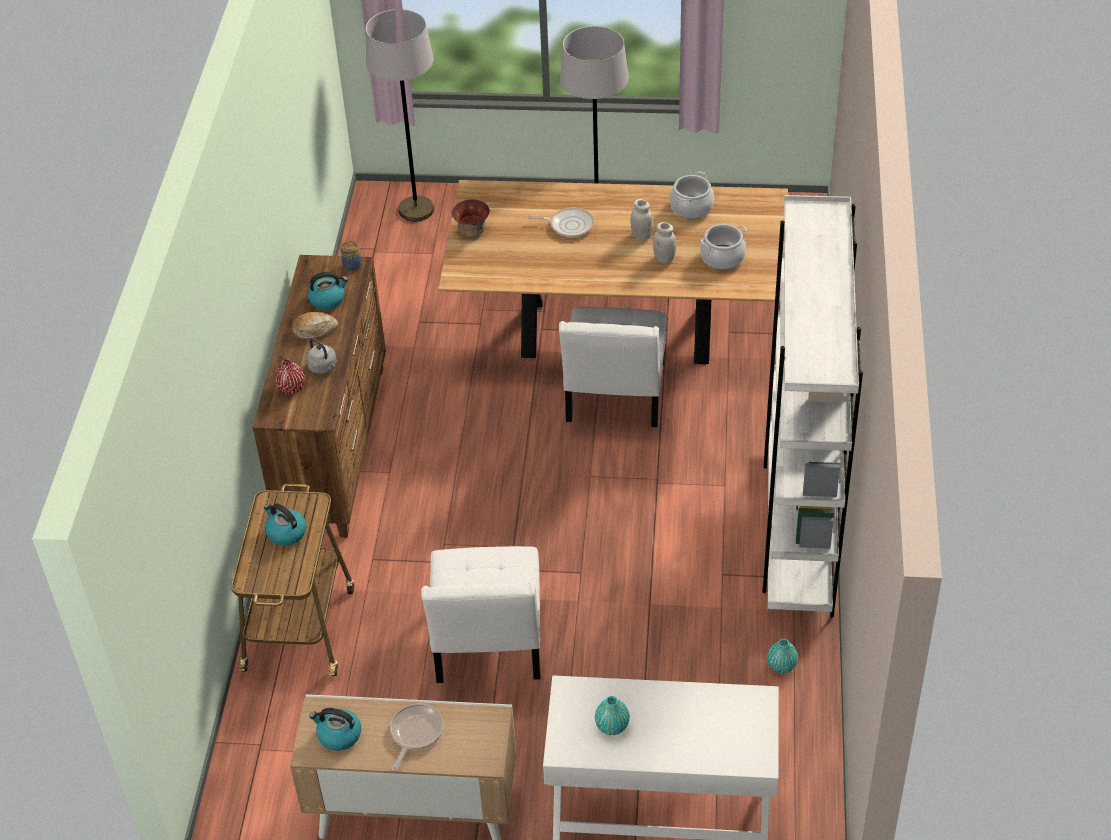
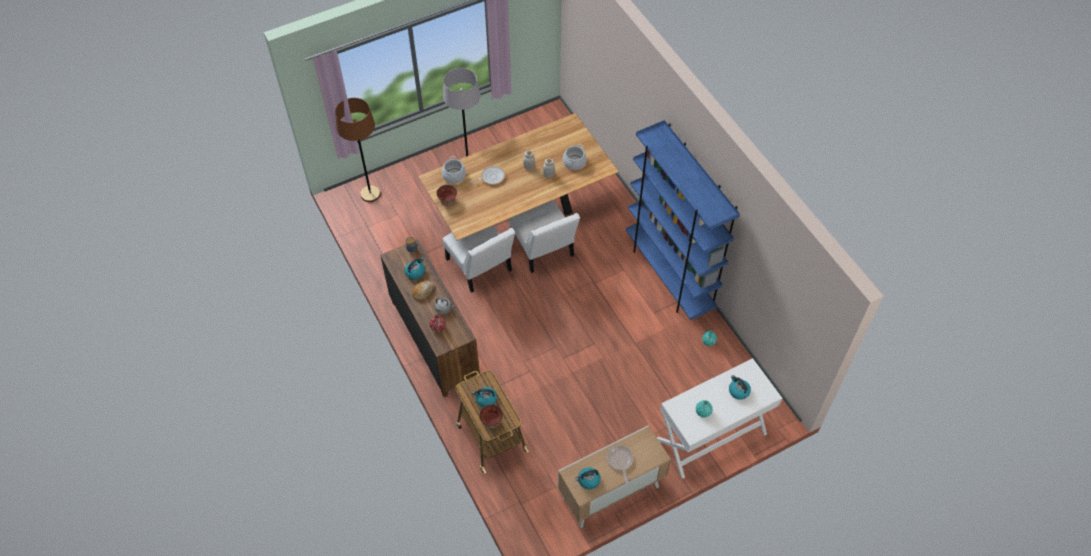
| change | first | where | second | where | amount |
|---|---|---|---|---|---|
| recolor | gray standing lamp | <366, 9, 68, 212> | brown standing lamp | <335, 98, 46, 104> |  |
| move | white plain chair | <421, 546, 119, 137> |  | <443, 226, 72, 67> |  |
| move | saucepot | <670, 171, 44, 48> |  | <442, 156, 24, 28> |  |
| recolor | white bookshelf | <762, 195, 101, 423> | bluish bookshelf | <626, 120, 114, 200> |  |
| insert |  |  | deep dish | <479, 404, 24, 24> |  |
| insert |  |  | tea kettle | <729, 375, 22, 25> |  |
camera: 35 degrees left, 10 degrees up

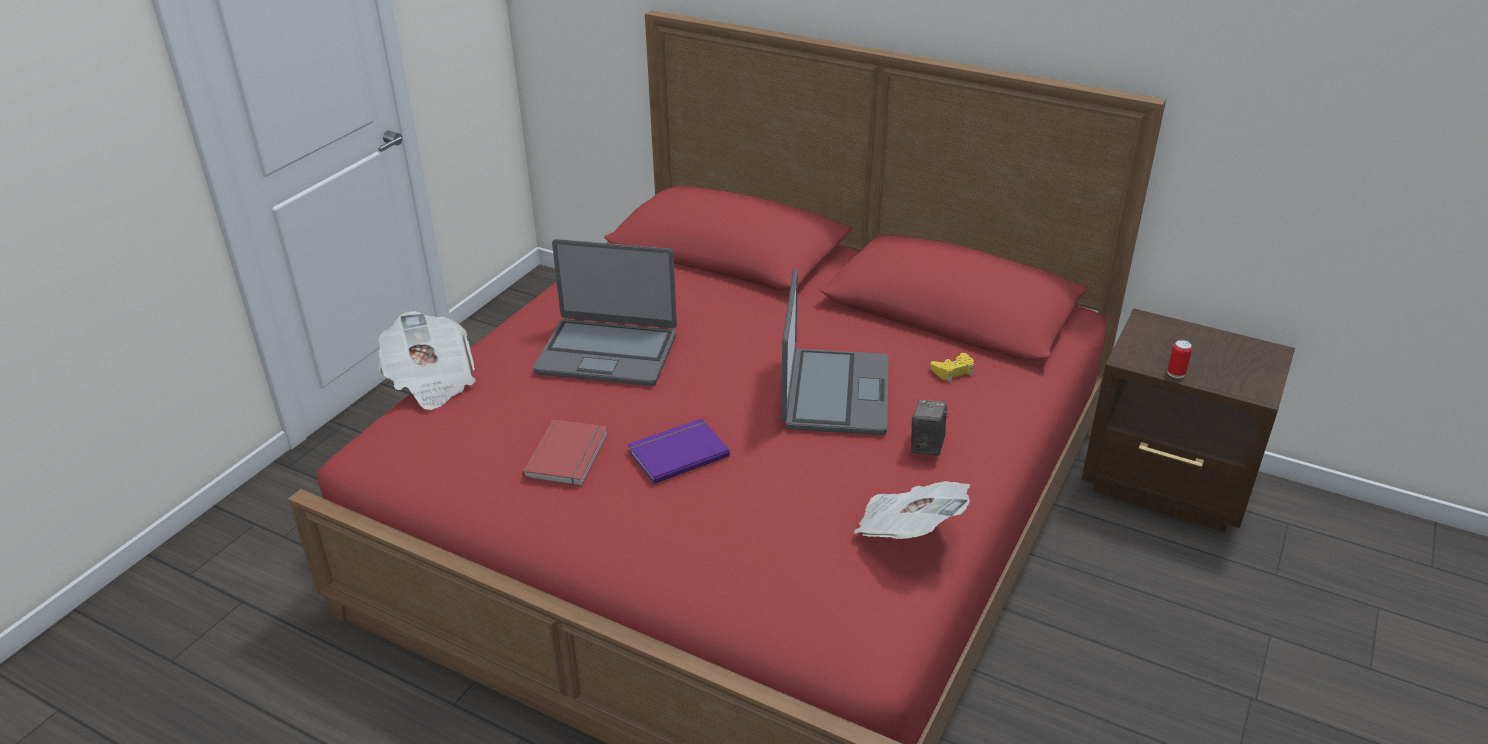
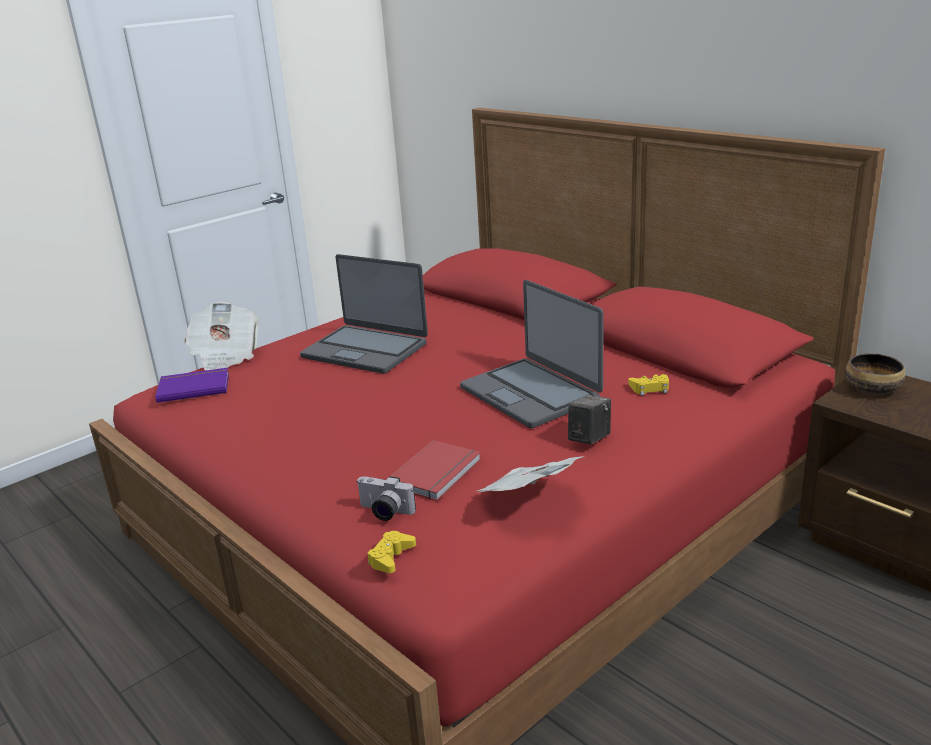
| change | first | where | second | where | amount |
|---|---|---|---|---|---|
| move | reddish book | <523, 419, 85, 67> |  | <387, 440, 94, 60> |  |
| move | purplish book | <628, 418, 102, 66> |  | <155, 368, 74, 35> |  |
| rotate | notebook computer | <781, 269, 108, 166> |  | <460, 280, 144, 148> | 120 degrees clockwise |
| delete | sealed can | <1167, 340, 25, 38> |  |  |  |
| insert |  |  | photo camera | <356, 476, 60, 45> |  |
| insert |  |  | yellowish joypad | <368, 531, 48, 42> |  |
| insert |  |  | deep dish | <845, 353, 61, 41> |  |
camera: 20 degrees right, 10 degrees down

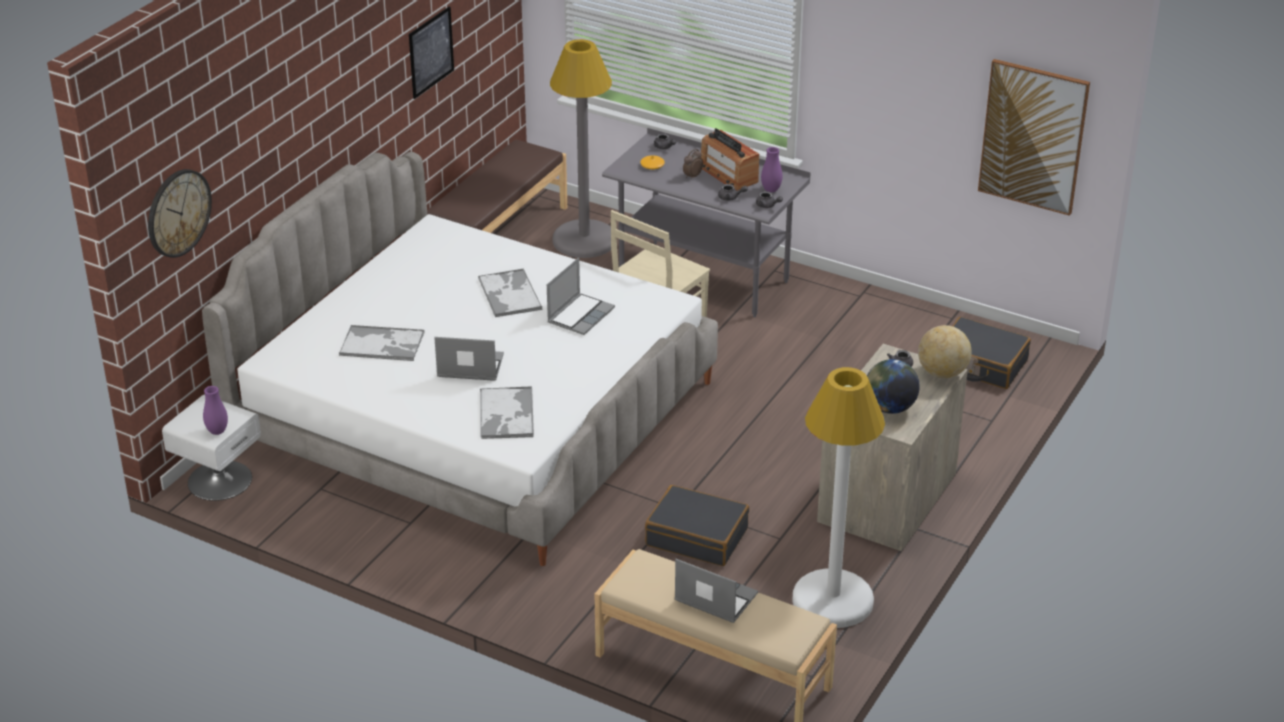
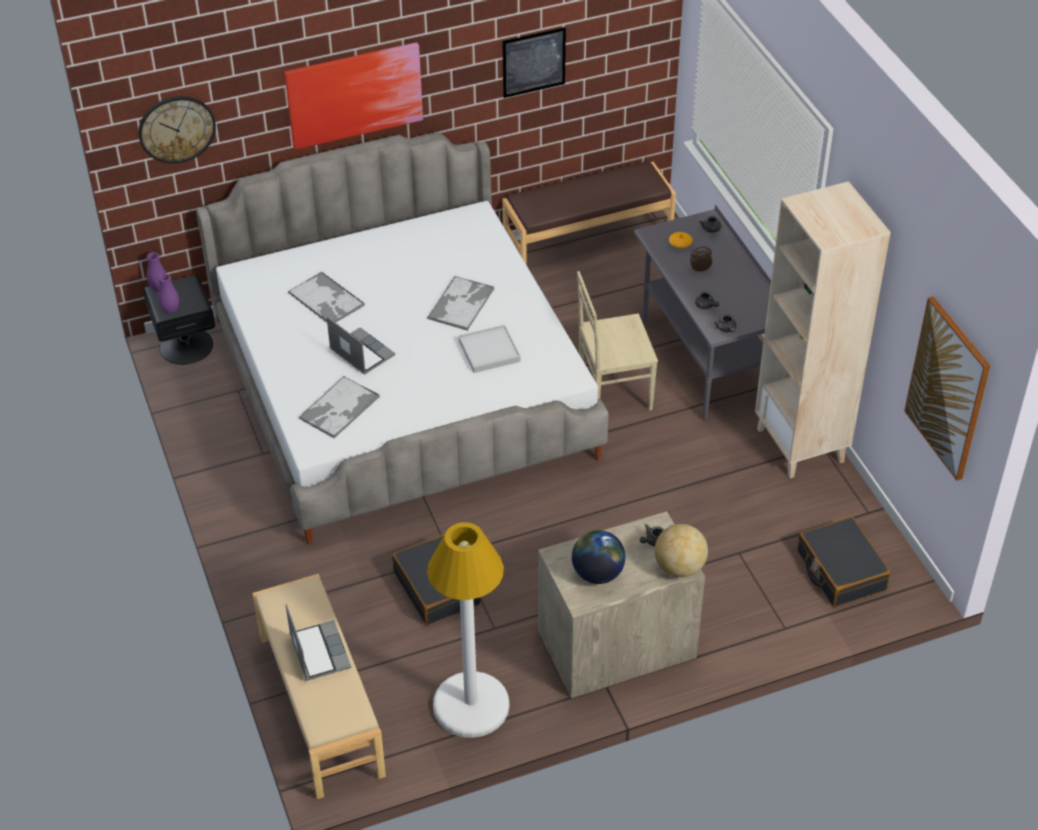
| change | first | where | second | where | amount |
|---|---|---|---|---|---|
| recolor | white bedside table | <162, 394, 99, 107> | black-coloured bedside table | <143, 275, 72, 90> |  |
| replace | notebook computer | <547, 258, 68, 77> | white serving tray | <459, 325, 61, 48> |  |
| delete | gray standing lamp | <550, 39, 62, 219> |  |  |  |
| delete | radio | <701, 128, 58, 63> |  |  |  |
| move | purplish decorative vase | <761, 147, 22, 45> |  | <147, 252, 19, 40> |  |
| insert |  |  | wall picture | <284, 42, 139, 108> |  |
| insert |  |  | beige bookshelf | <755, 181, 136, 297> |  |
camera: 40 degrees right, 10 degrees up

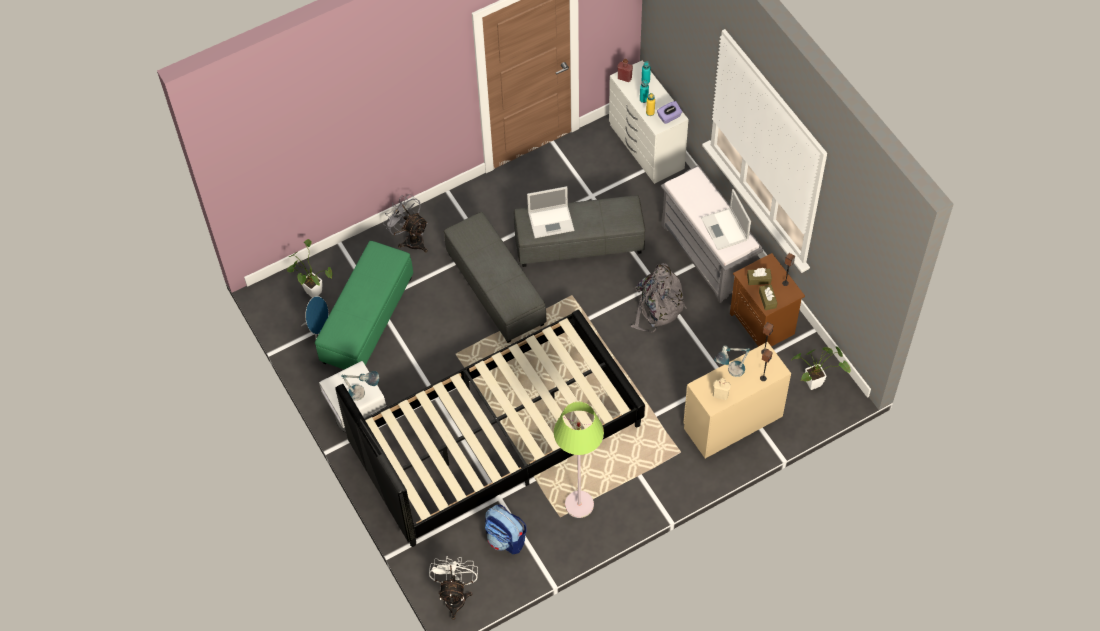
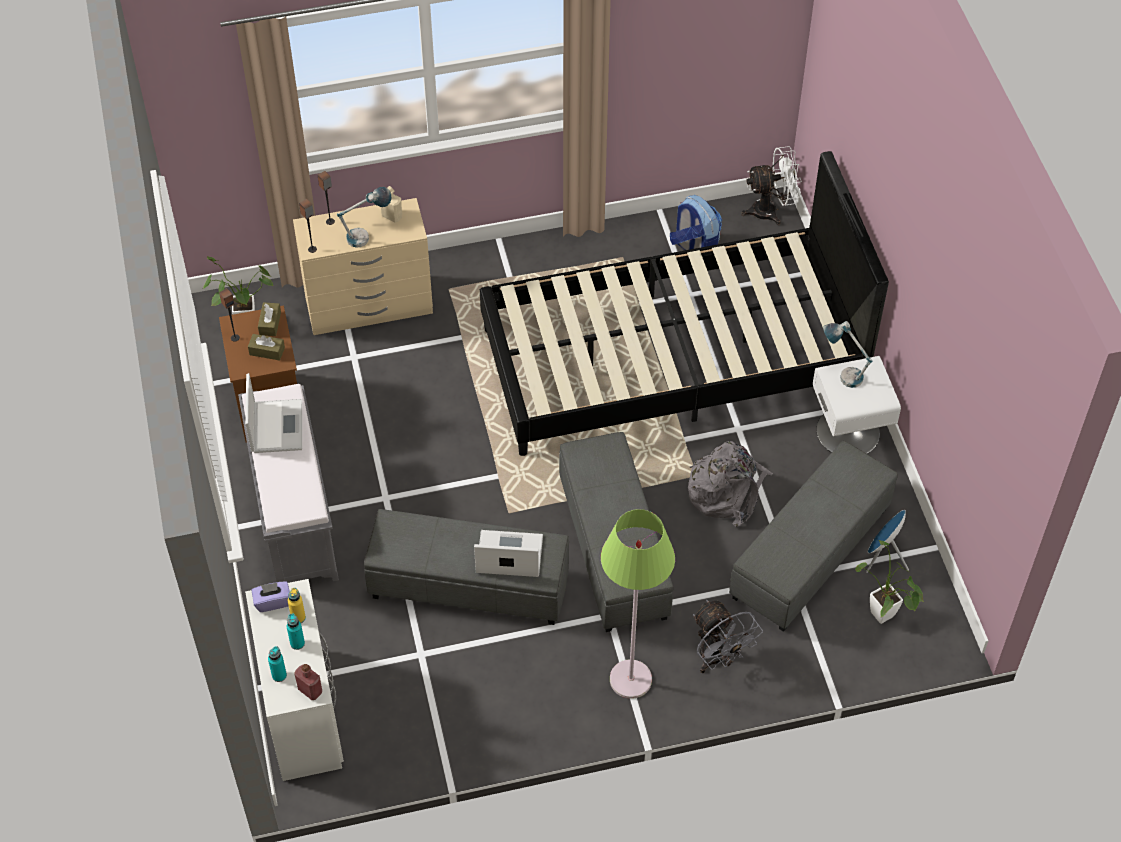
| change | first | where | second | where | amount |
|---|---|---|---|---|---|
| recolor | green footrest | <315, 241, 98, 128> | gray footrest | <729, 441, 169, 191> |  |
| rotate | white fan | <429, 556, 49, 64> |  | <741, 146, 61, 79> | 120 degrees counterclockwise |
| move | green standing lamp | <554, 402, 50, 116> |  | <601, 509, 74, 190> |  |
| move | gray rucksack | <631, 263, 56, 69> |  | <688, 441, 85, 86> |  |
camera: 165 degrees left, 5 degrees down

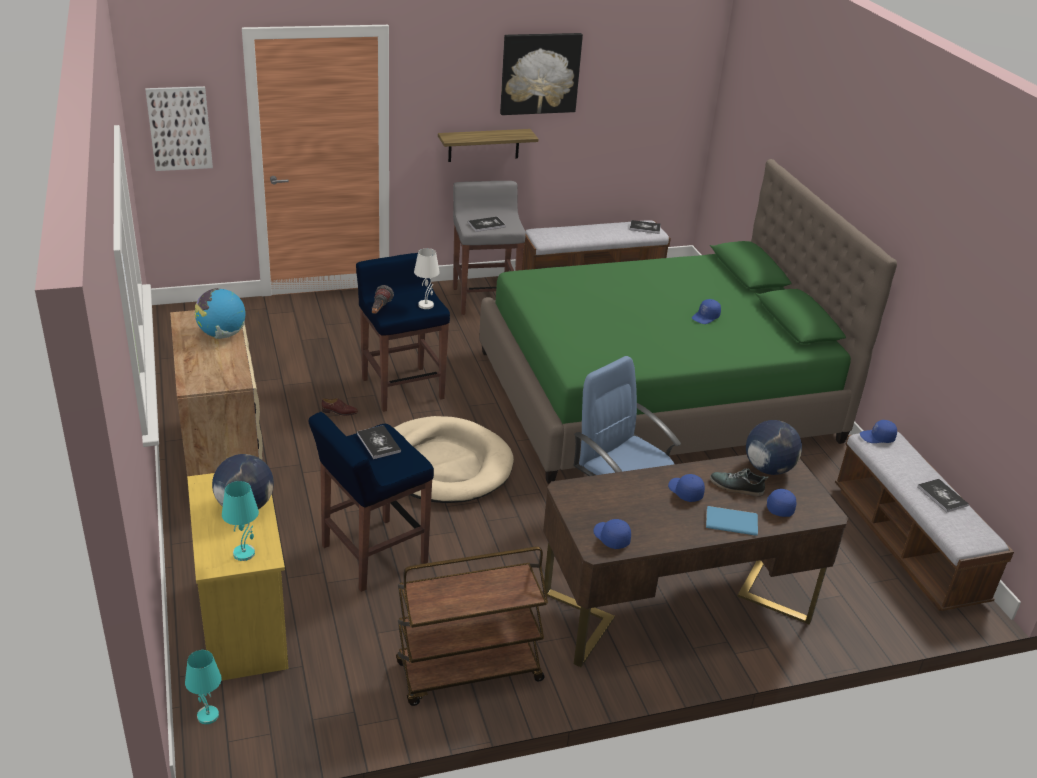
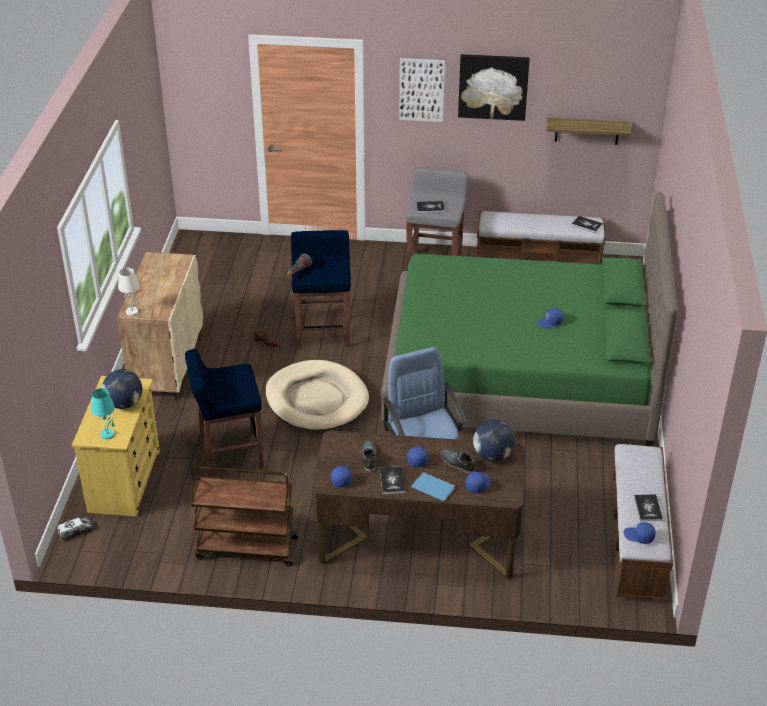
| change | first | where | second | where | amount |
|---|---|---|---|---|---|
| move | wall picture | <145, 86, 68, 85> |  | <399, 58, 46, 64> |  |
| replace | turquoise-coloured lamp for a table | <185, 650, 37, 74> | model truck | <57, 518, 36, 23> |  |
| delete | world globe | <195, 288, 51, 51> |  |  |  |
| move | book | <357, 425, 44, 34> |  | <380, 466, 26, 28> |  |
| move | white lamp for a table | <414, 248, 26, 61> |  | <118, 268, 21, 48> |  |
| move | bracket shelf | <438, 129, 100, 33> |  | <547, 118, 84, 27> |  |
| move | bluish cap | <860, 420, 37, 23> |  | <624, 522, 31, 22> |  |
| insert |  |  | item of footwear | <360, 440, 16, 32> |  |
camera: 25 degrees right, 5 degrees up

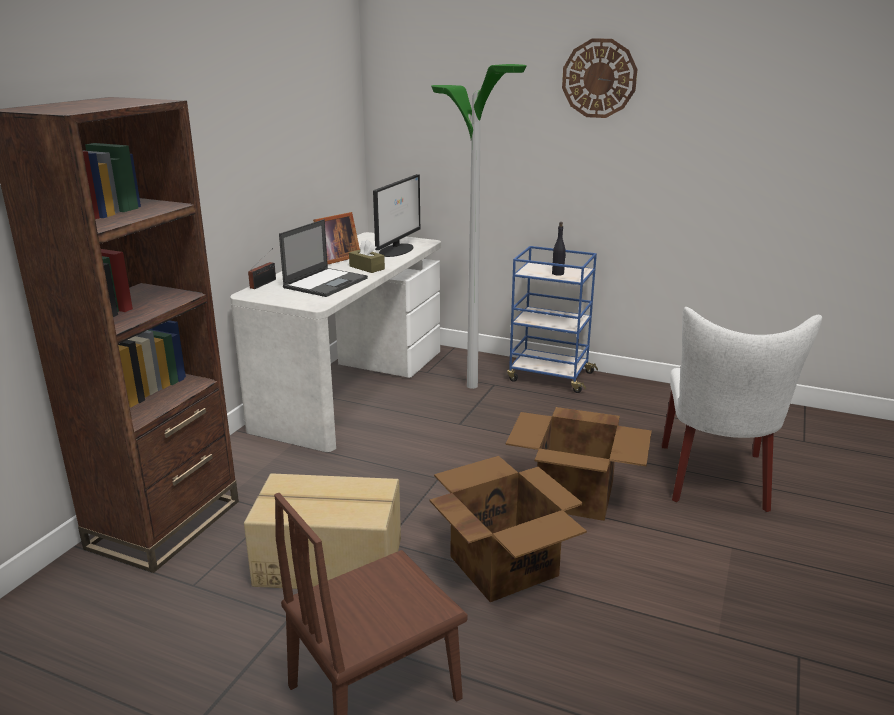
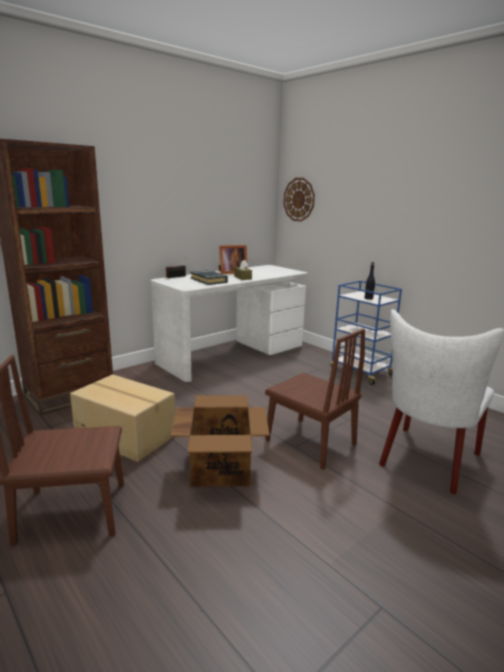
| change | first | where | second | where | amount |
|---|---|---|---|---|---|
| replace | notebook computer | <279, 219, 89, 78> | black-coloured book | <191, 270, 37, 15> |  |
| delete | monitor | <373, 174, 47, 83> |  |  |  |
| delete | standing lamp | <431, 64, 96, 325> |  |  |  |
| replace | carton | <506, 407, 146, 114> | brown plain chair | <265, 329, 100, 141> |  |
| move | wall clock | <562, 39, 75, 79> |  | <283, 178, 32, 44> |  |
camera: 25 degrees right, 5 degrees down

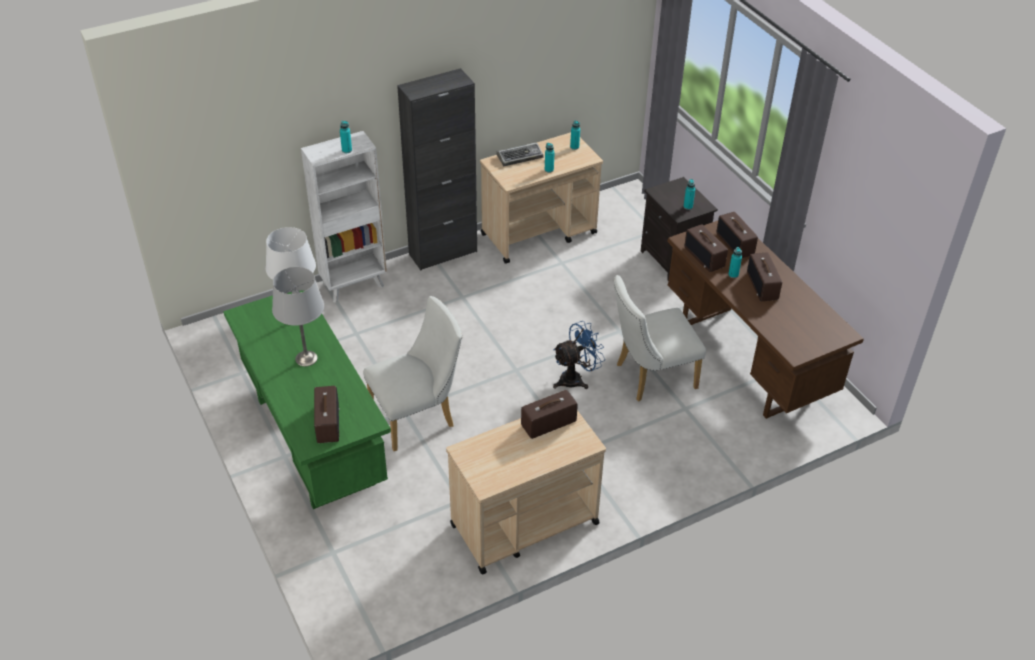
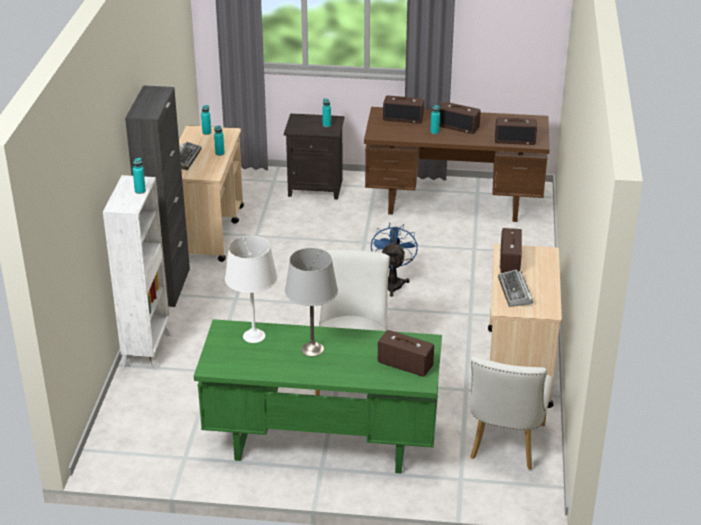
| change | first | where | second | where | amount |
|---|---|---|---|---|---|
| move | white plain chair | <614, 275, 92, 126> |  | <470, 356, 83, 113> |  |
| move | radio | <684, 224, 44, 48> |  | <495, 117, 42, 28> |  |
| insert |  |  | keyboard | <498, 269, 35, 38> |  |
camera: 55 degrees left, 10 degrees down

